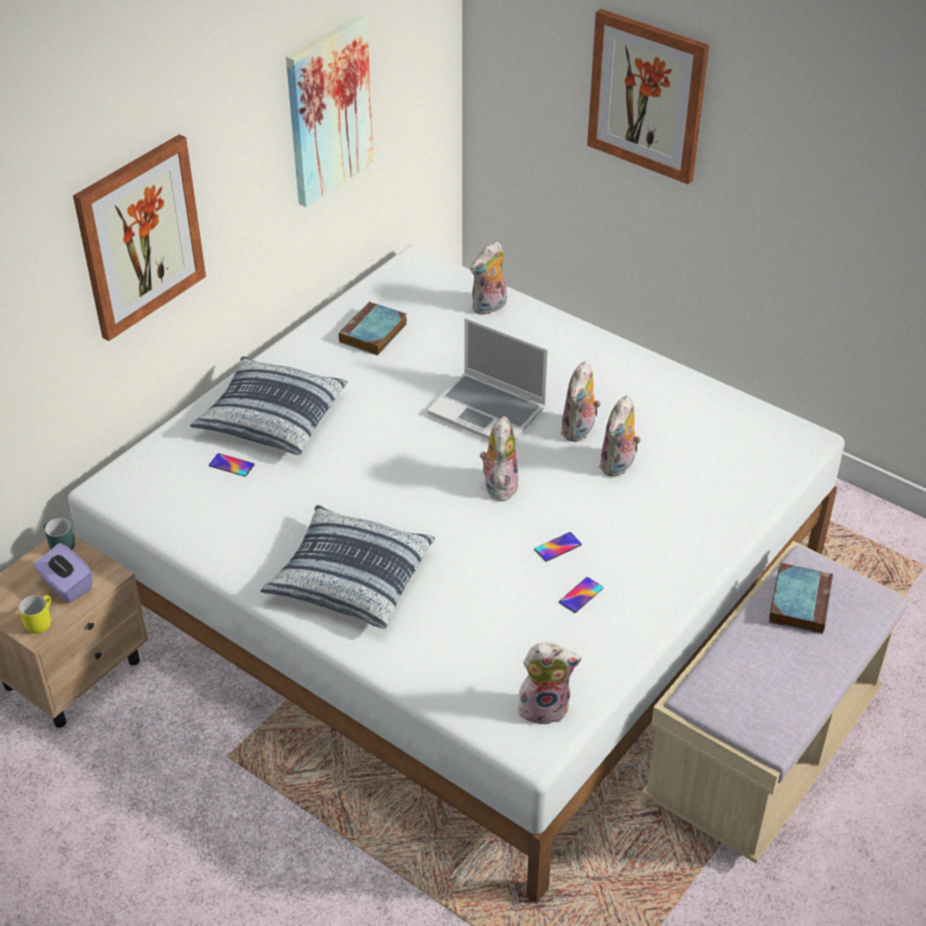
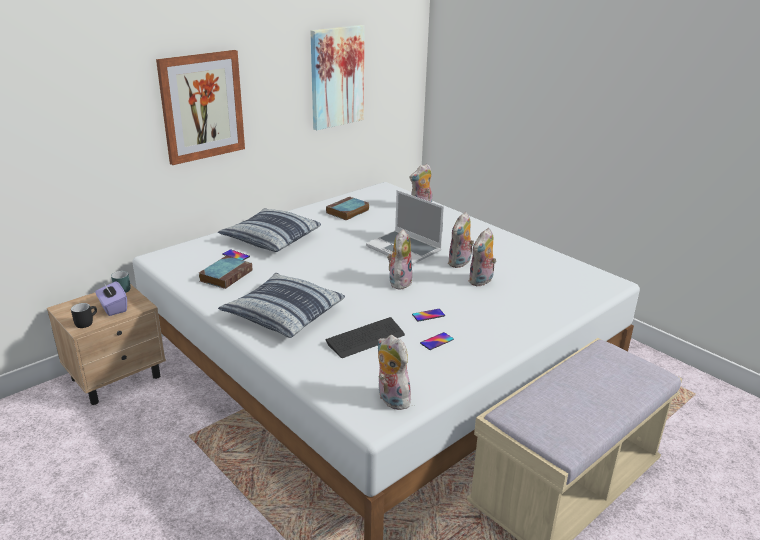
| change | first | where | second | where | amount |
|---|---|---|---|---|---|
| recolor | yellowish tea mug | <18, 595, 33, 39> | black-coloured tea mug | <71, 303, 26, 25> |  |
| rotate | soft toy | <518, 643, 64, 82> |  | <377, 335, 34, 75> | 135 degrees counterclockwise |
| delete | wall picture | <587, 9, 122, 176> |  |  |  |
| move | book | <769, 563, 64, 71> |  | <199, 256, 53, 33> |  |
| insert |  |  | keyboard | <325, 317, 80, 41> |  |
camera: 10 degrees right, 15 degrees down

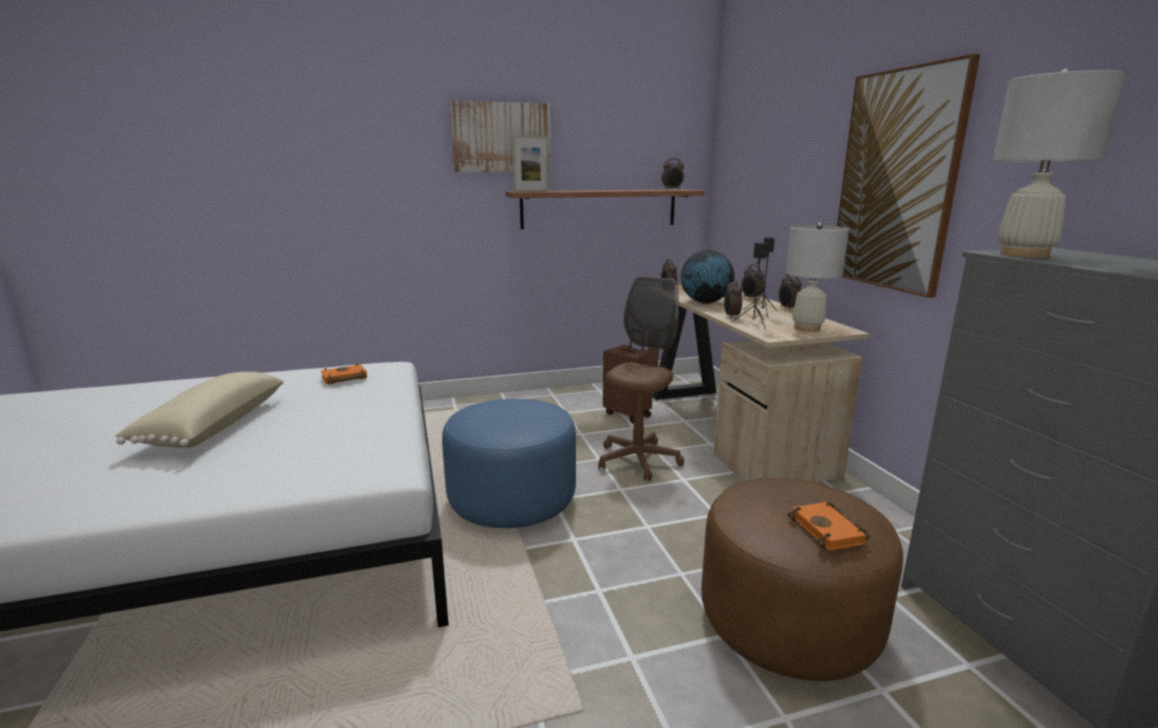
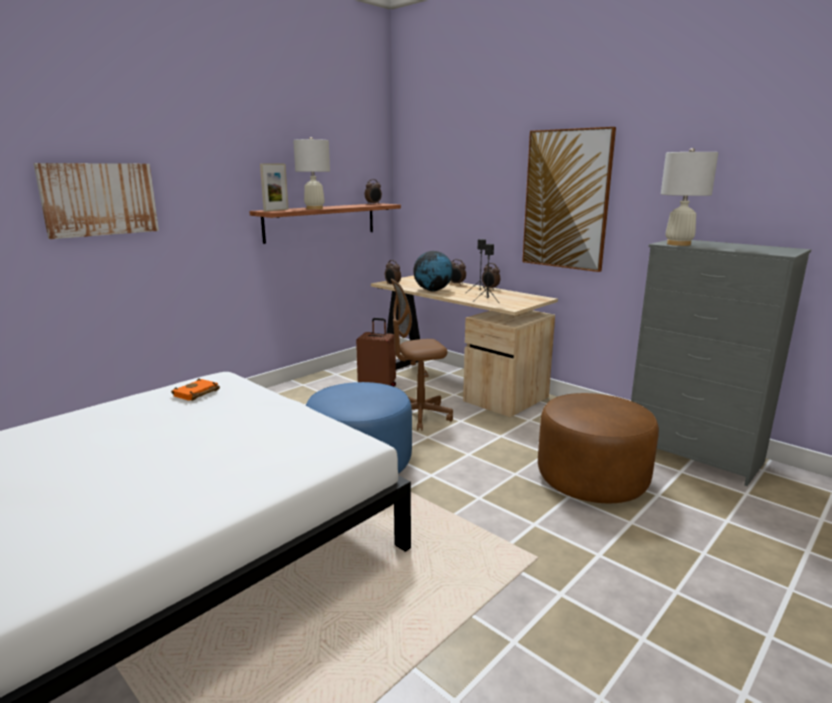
| change | first | where | second | where | amount |
|---|---|---|---|---|---|
| delete | beige throw pillow | <115, 372, 169, 76> |  |  |  |
| move | wall picture | <450, 101, 101, 71> |  | <33, 163, 126, 76> |  |
| rotate | brown office chair | <598, 276, 86, 205> |  | <391, 278, 62, 153> | 105 degrees counterclockwise |
| delete | bedside clock | <724, 278, 18, 40> |  |  |  |
| move | white lamp for a table | <786, 223, 63, 109> |  | <293, 137, 37, 72> |  |
| delete | orangey book | <787, 502, 84, 49> |  |  |  |
camera: 30 degrees left, 0 degrees up

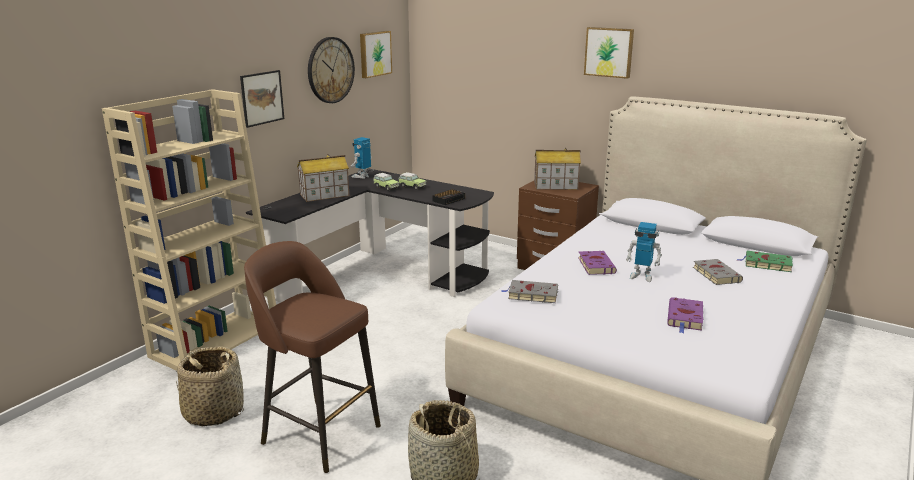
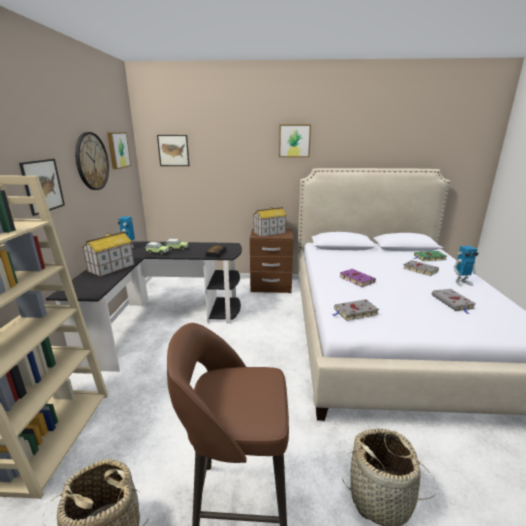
| change | first | where | second | where | amount |
|---|---|---|---|---|---|
| move | robot figure | <626, 222, 36, 60> |  | <453, 246, 26, 41> |  |
| recolor | purplish book | <667, 297, 36, 36> | gray book | <432, 289, 44, 25> |  |
| insert |  |  | wall picture | <157, 135, 32, 31> |  |
camera: 30 degrees left, 0 degrees up

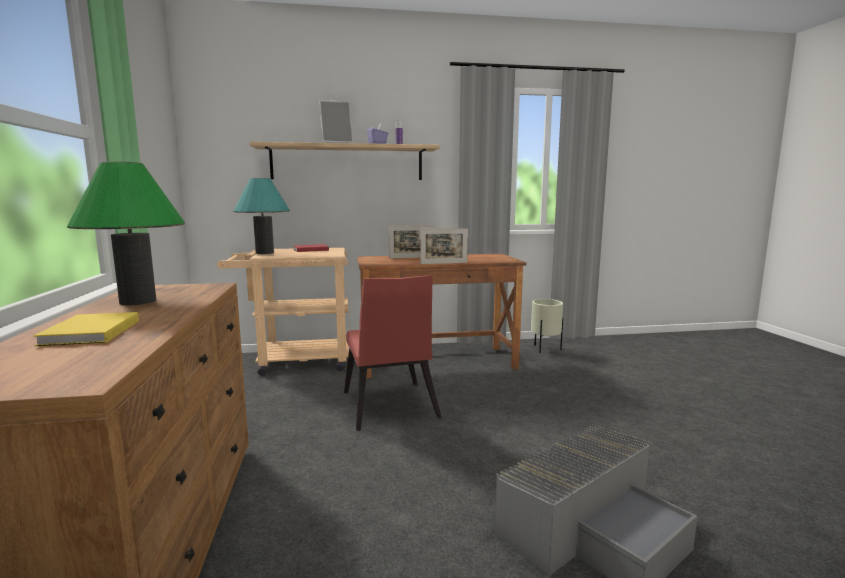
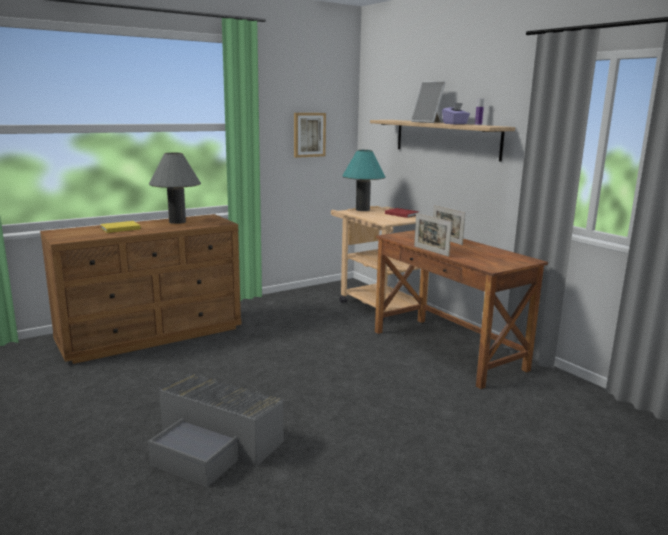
| change | first | where | second | where | amount |
|---|---|---|---|---|---|
| recolor | green lamp for a table | <67, 161, 118, 144> | gray lamp for a table | <149, 153, 52, 71> |  |
| delete | reddish plain chair | <344, 275, 98, 156> |  |  |  |
| delete | beige flower pot | <531, 299, 32, 54> |  |  |  |
| insert |  |  | wall picture | <294, 113, 32, 45> |  |
camera: 65 degrees right, 5 degrees up

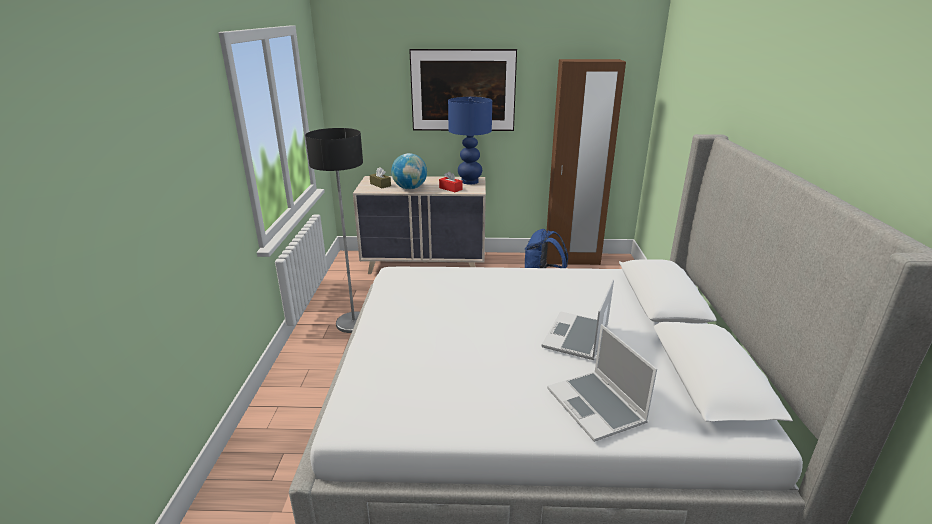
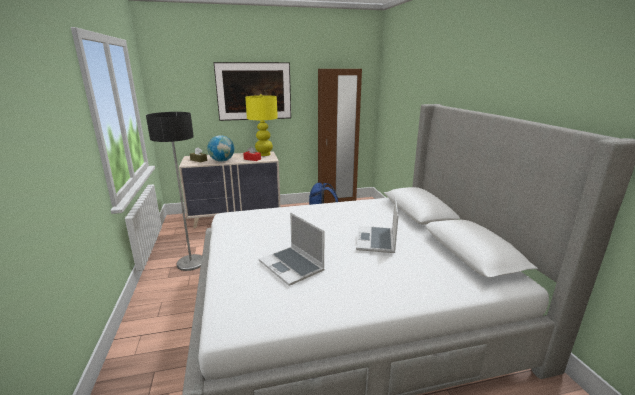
| change | first | where | second | where | amount |
|---|---|---|---|---|---|
| recolor | bluish lamp for a table | <448, 97, 44, 88> | yellowish lamp for a table | <245, 94, 33, 62> |  |
| move | notebook computer | <547, 324, 110, 118> |  | <259, 212, 66, 74> |  |
camera: 15 degrees left, 5 degrees down

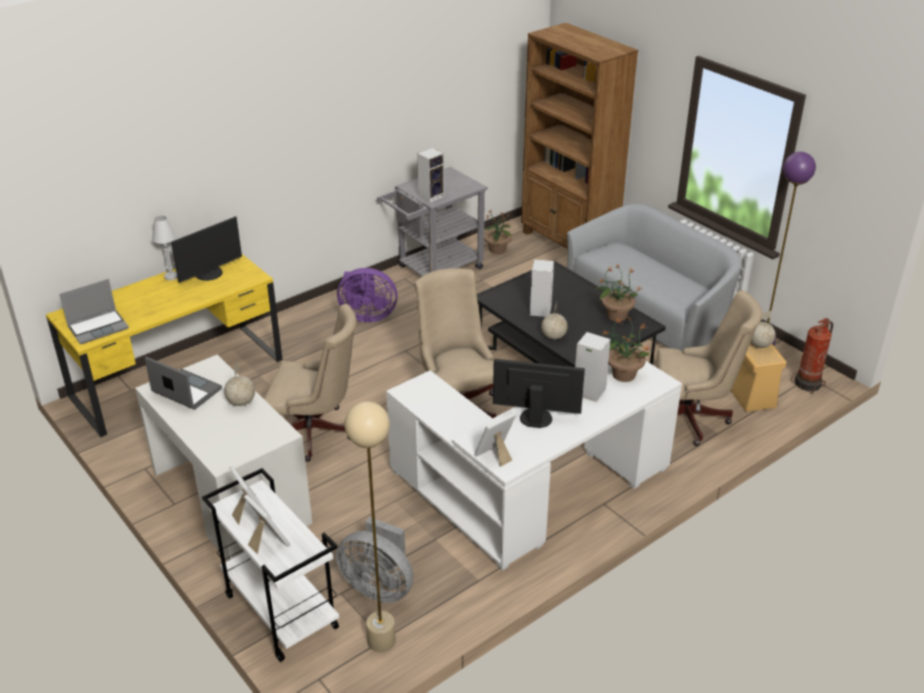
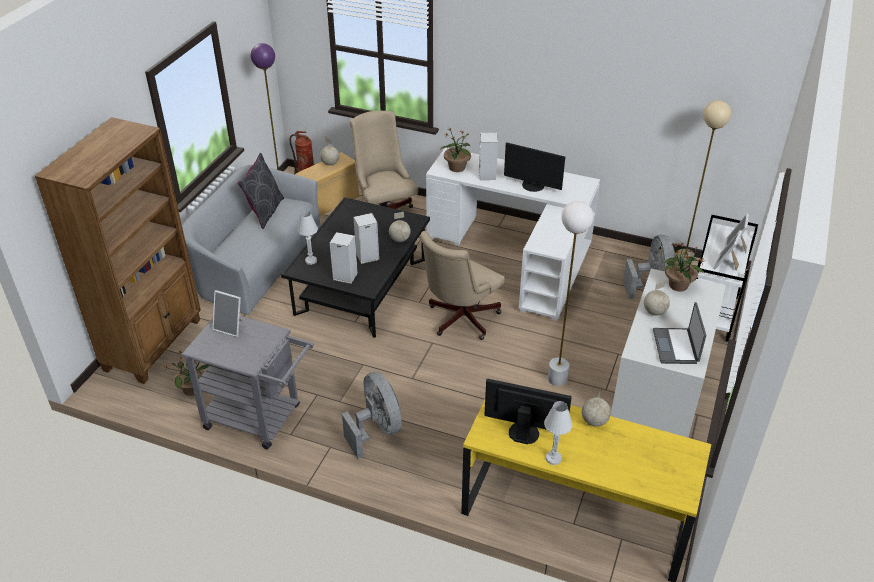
| change | first | where | second | where | amount |
|---|---|---|---|---|---|
| delete | notebook computer | <59, 279, 70, 65> |  |  |  |
| replace | beige office chair | <264, 304, 93, 158> | white standing lamp | <548, 201, 45, 185> |  |
| recolor | purplish fan | <337, 268, 61, 54> | gray fan | <342, 371, 60, 88> |  |
| move | loudspeaker | <417, 148, 28, 55> |  | <330, 232, 28, 52> |  |
| move | standing frame | <474, 413, 42, 54> |  | <212, 290, 31, 47> |  |
| rotate | monitor | <493, 359, 92, 69> |  | <504, 142, 61, 50> | 45 degrees counterclockwise |
| move | houseplant | <596, 264, 45, 58> |  | <663, 242, 41, 50> |  |
| insert |  |  | gray throw pillow | <238, 153, 46, 76> |  |
| insert |  |  | white lamp for a table | <297, 211, 21, 54> |  |
| insert |  |  | world globe | <582, 389, 29, 38> |  |
camera: 120 degrees left, 5 degrees up

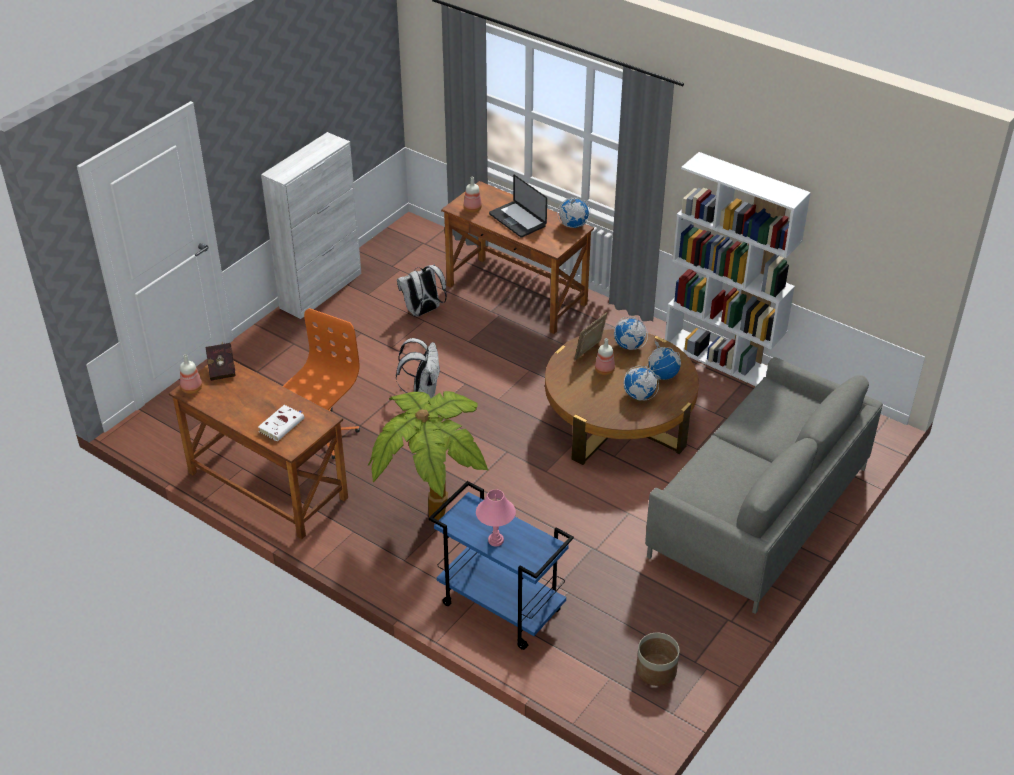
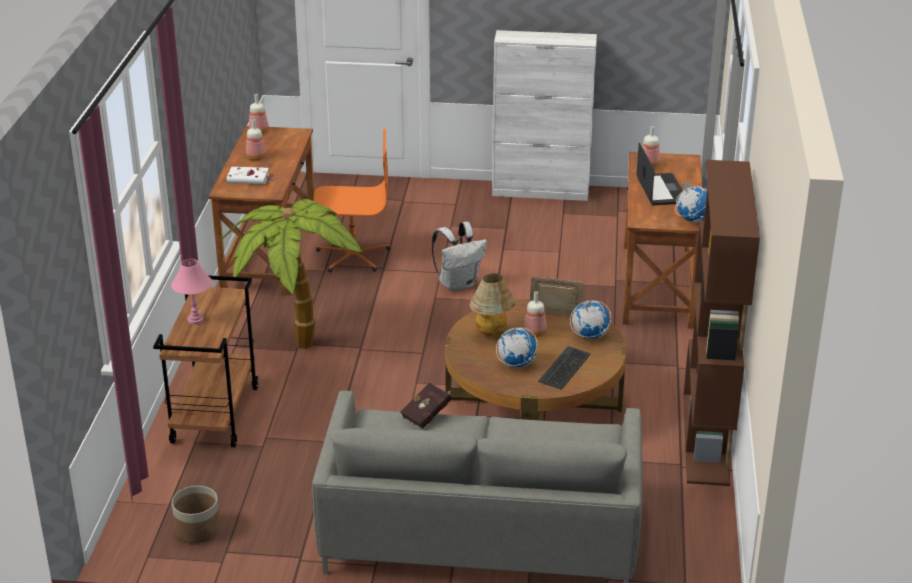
| change | first | where | second | where | amount |
|---|---|---|---|---|---|
| move | reddish book | <205, 341, 31, 40> |  | <400, 383, 52, 46> |  |
| delete | white rucksack | <397, 264, 50, 53> |  |  |  |
| recolor | bluish trolley | <429, 481, 145, 169> | brown trolley | <153, 275, 105, 172> |  |
| rotate | notebook computer | <489, 175, 58, 63> |  | <637, 142, 46, 63> | 150 degrees clockwise |
| replace | world globe | <647, 341, 34, 39> | keyboard | <538, 346, 52, 44> |  |
| recolor | white bookshelf | <665, 152, 146, 234> | brown bookshelf | <683, 160, 77, 326> |  |
| insert |  |  | beverage bottle | <246, 119, 20, 42> |  |
| insert |  |  | lamp for a table | <469, 273, 47, 63> |  |
camera: 60 degrees right, 10 degrees down

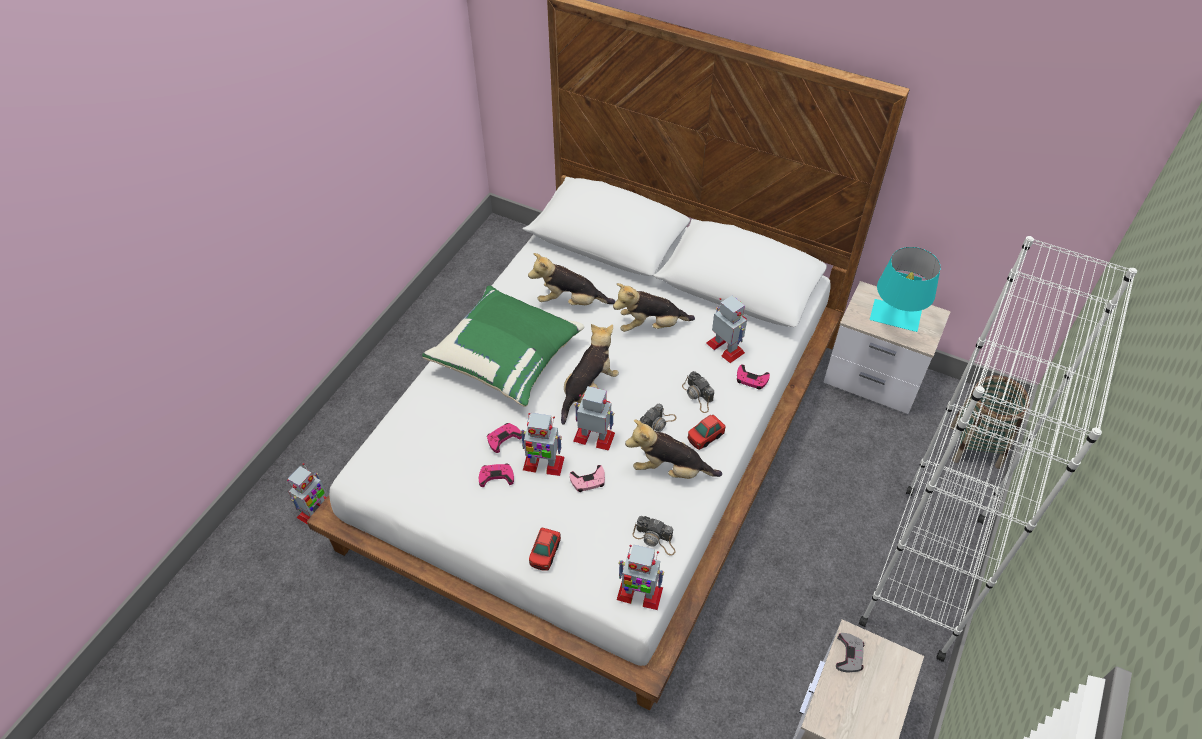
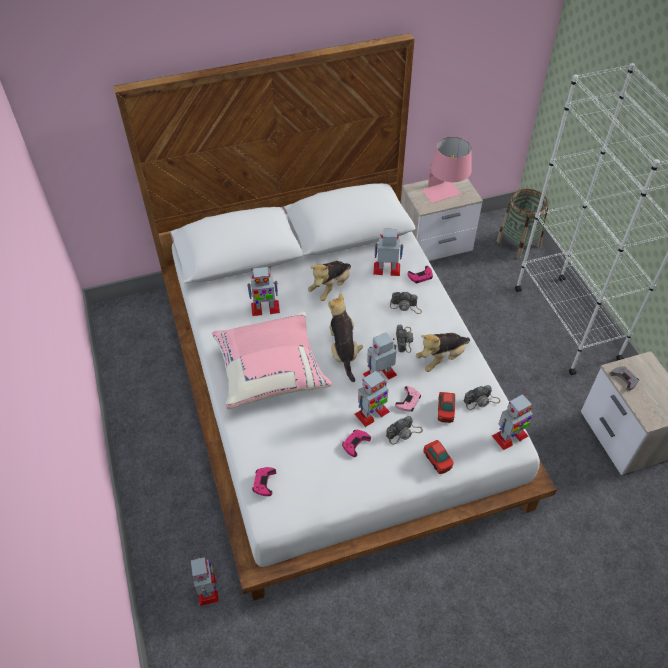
| change | first | where | second | where | amount |
|---|---|---|---|---|---|
| recolor | green throw pillow | <422, 285, 162, 122> | pinkish throw pillow | <212, 312, 120, 97> |  |
| move | pinkish joypad | <487, 423, 35, 30> |  | <252, 467, 24, 29> |  |
| replace | soft toy | <528, 253, 87, 52> | robot figure | <247, 267, 33, 49> |  |
| move | miniature car | <688, 415, 38, 35> |  | <438, 392, 17, 31> |  |
| recolor | turquoise-coloured lamp for a table | <870, 247, 70, 85> | pinkish lamp for a table | <422, 137, 49, 66> |  |
| insert |  |  | photo camera | <386, 416, 37, 29> |  |
camera: 45 degrees left, 0 degrees up

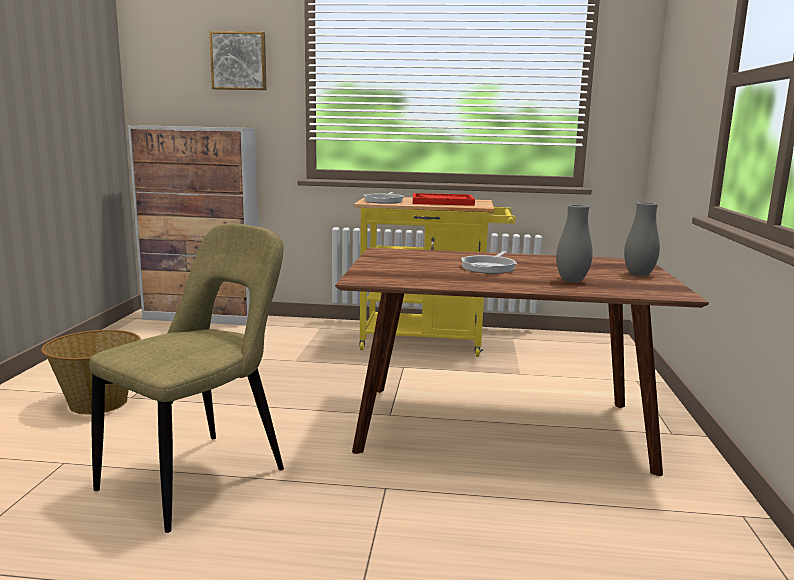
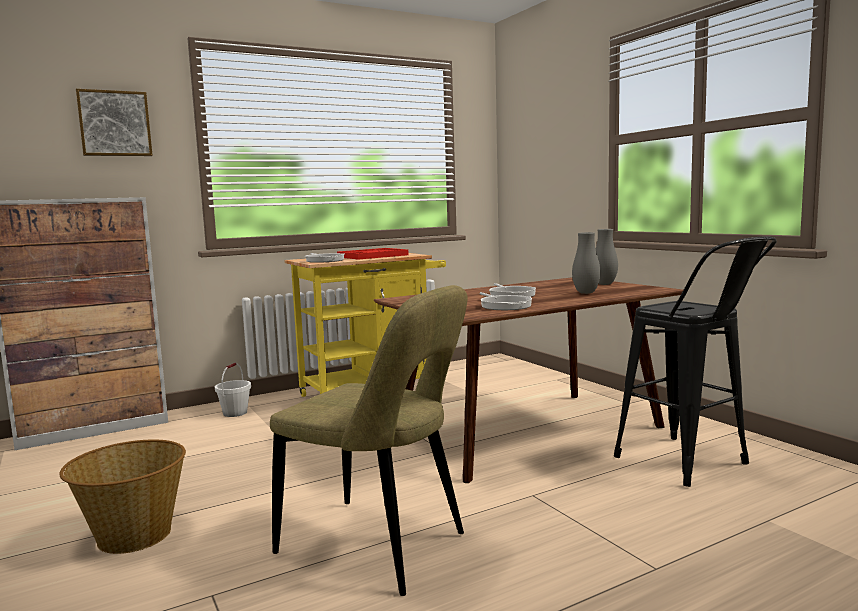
| change | first | where | second | where | amount |
|---|---|---|---|---|---|
| rotate | beige plain chair | <89, 224, 195, 309> |  | <270, 285, 198, 311> | 120 degrees clockwise |
| insert |  |  | white water bucket | <215, 363, 36, 54> |  |
| insert |  |  | skillet | <479, 292, 53, 18> |  |
| insert |  |  | black-coloured stool seat | <614, 236, 163, 251> |  |
camera: 35 degrees left, 5 degrees down

